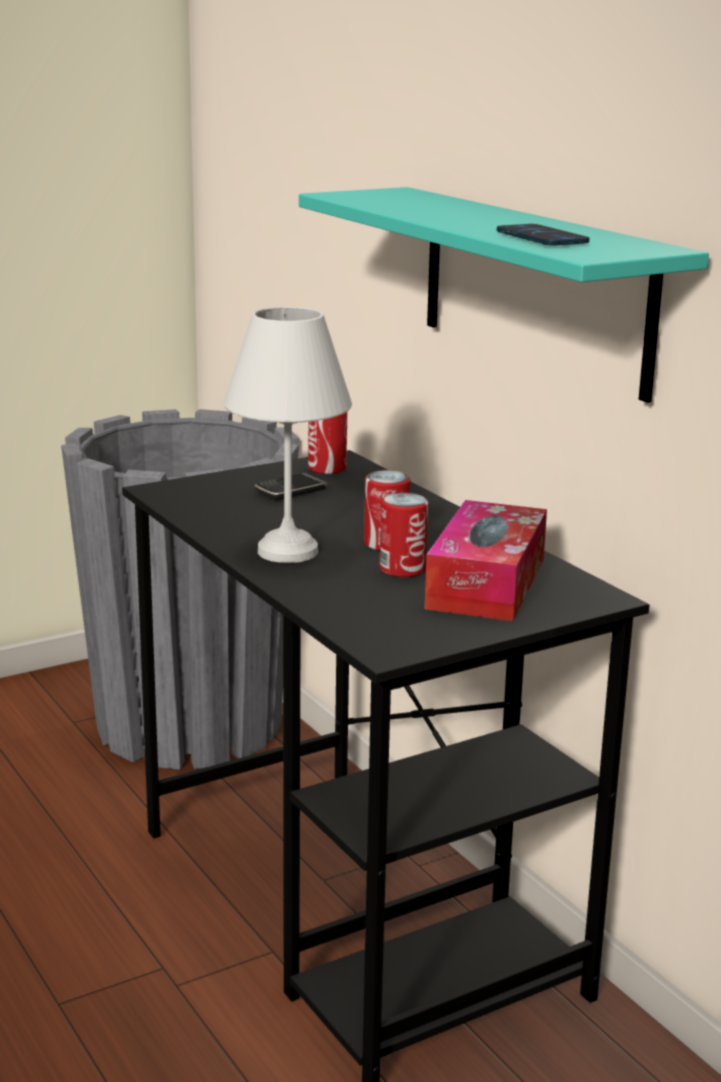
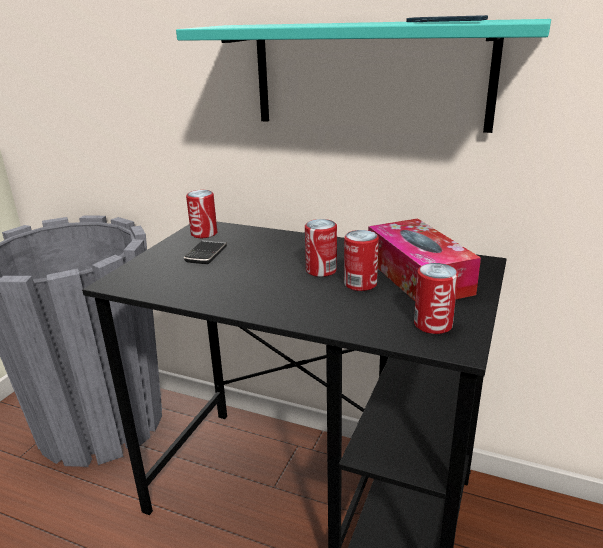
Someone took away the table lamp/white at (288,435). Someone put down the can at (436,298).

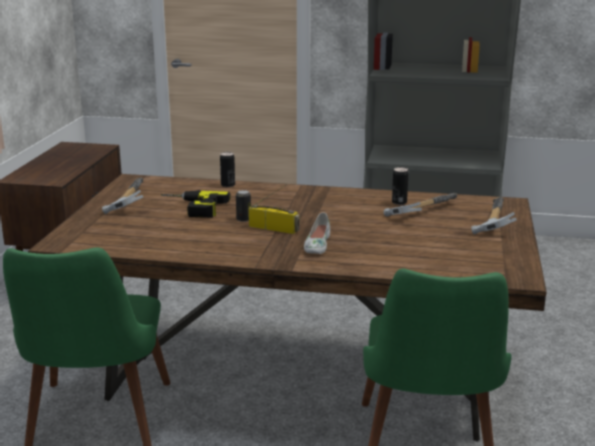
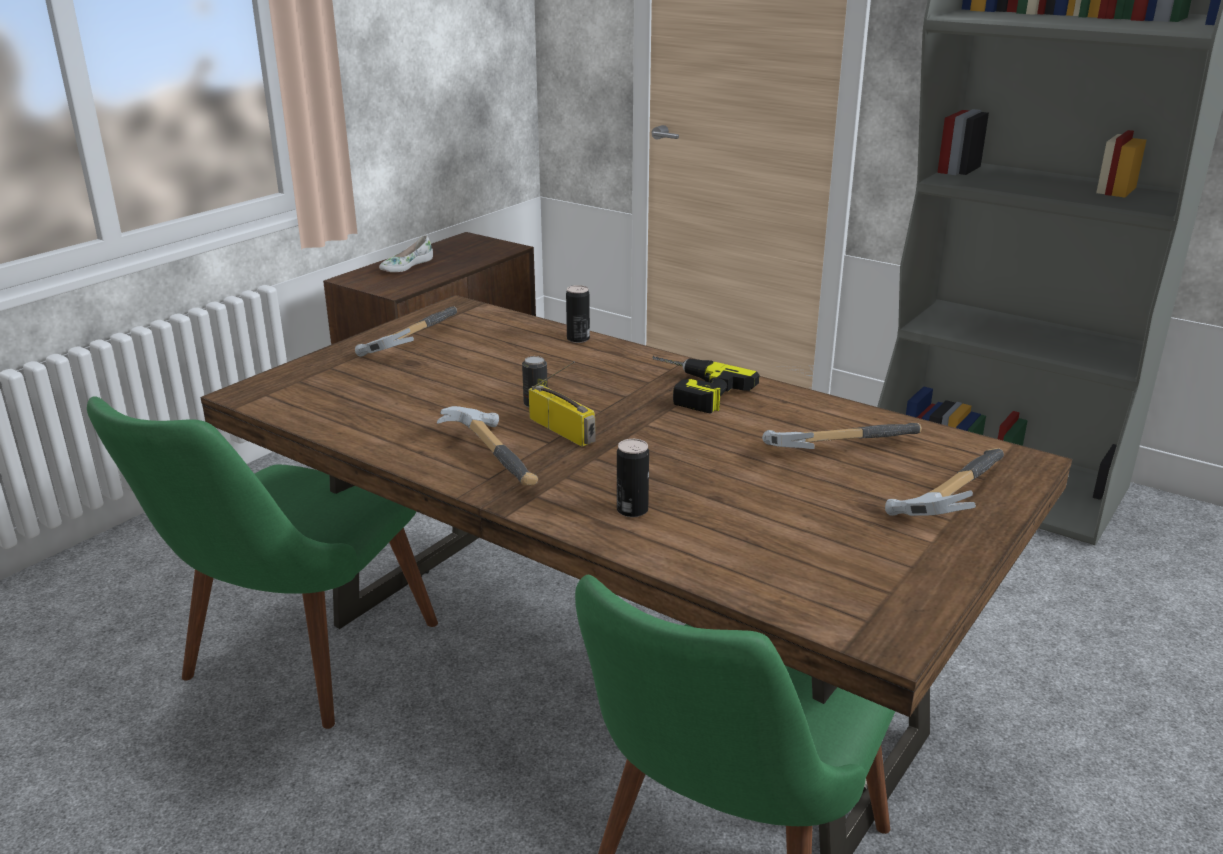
Someone put down the hammer at (487,446). Someone carried the power drill from (196,204) to (706,385). Someone carried the shoe/white from (317,233) to (406,253). Someone carried the can from (400,186) to (633,478).

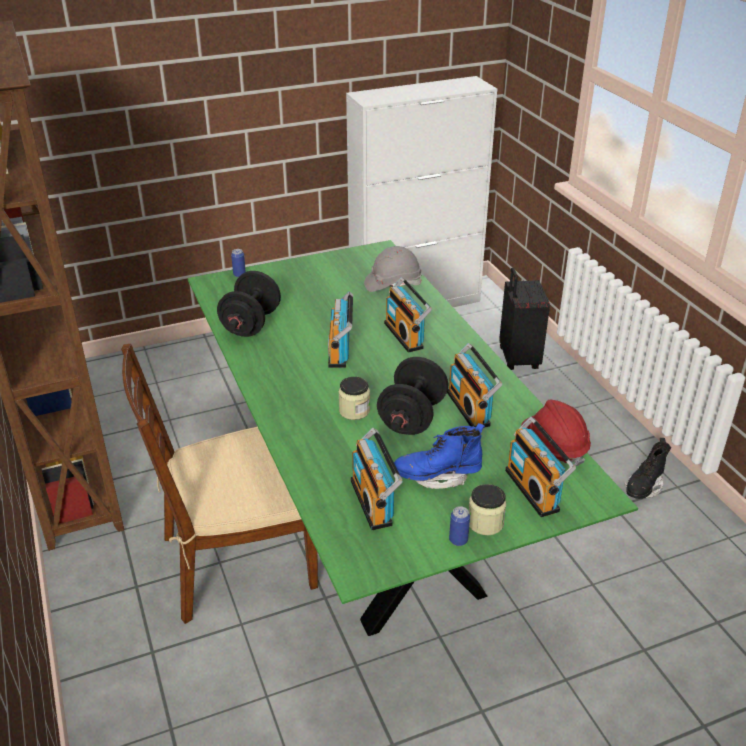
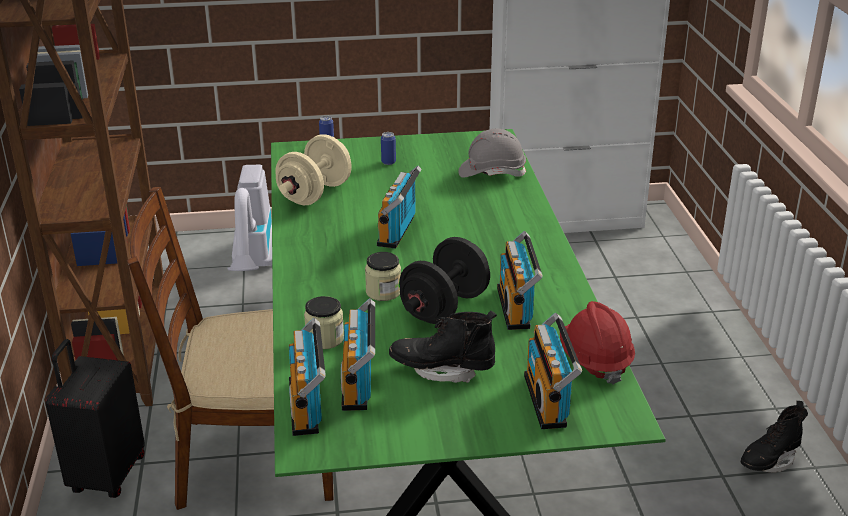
Someone put down the vacuum cleaner at (249,218). Someone carried the radio from (408,315) to (307,377). Someone carried the can from (459,526) to (388,148). Someone carried the jar from (487,509) to (324,322). Someone carried the suitcase/black from (524,319) to (95,418). Someone repainted the dumbbell/black at (249,304), which became the dumbbell/beige at (314,169). Someone repainted the boot/blue at (439,456), which became the boot/black at (443,347).

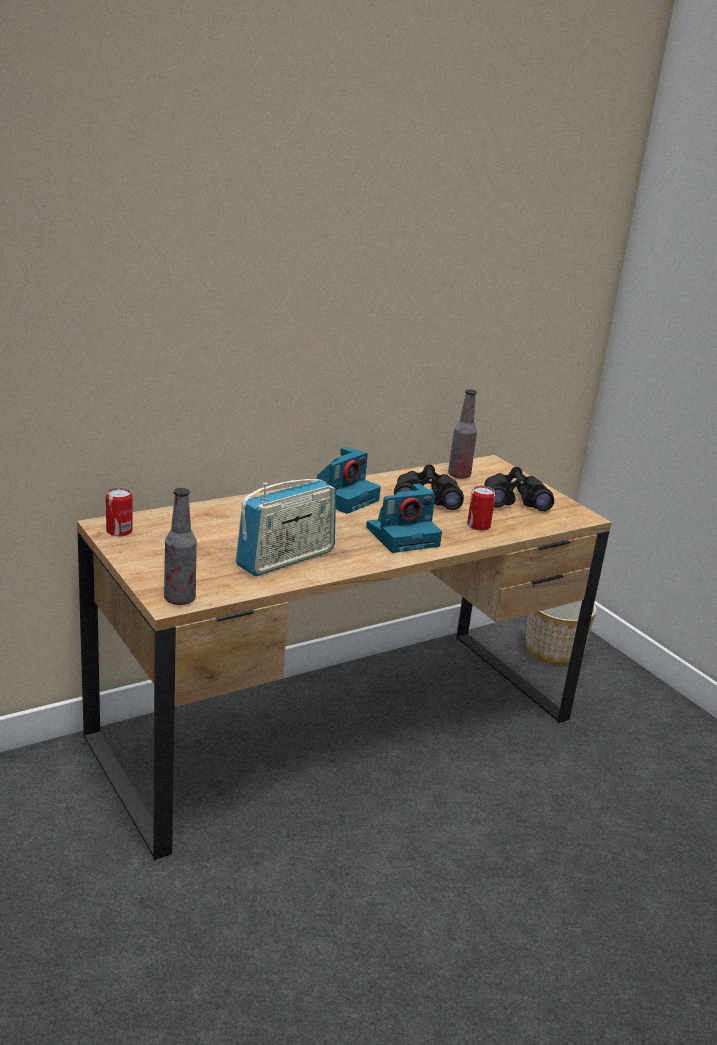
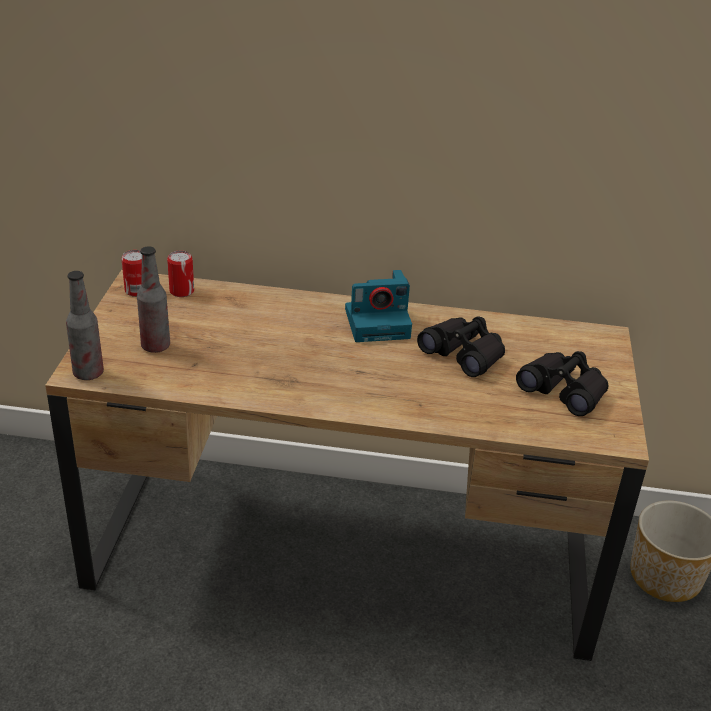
Someone took away the radio at (286,527). Someone took away the photo camera at (404,518). Someone carried the bottle from (462,434) to (153,299). Someone carried the can from (481,508) to (180,274).

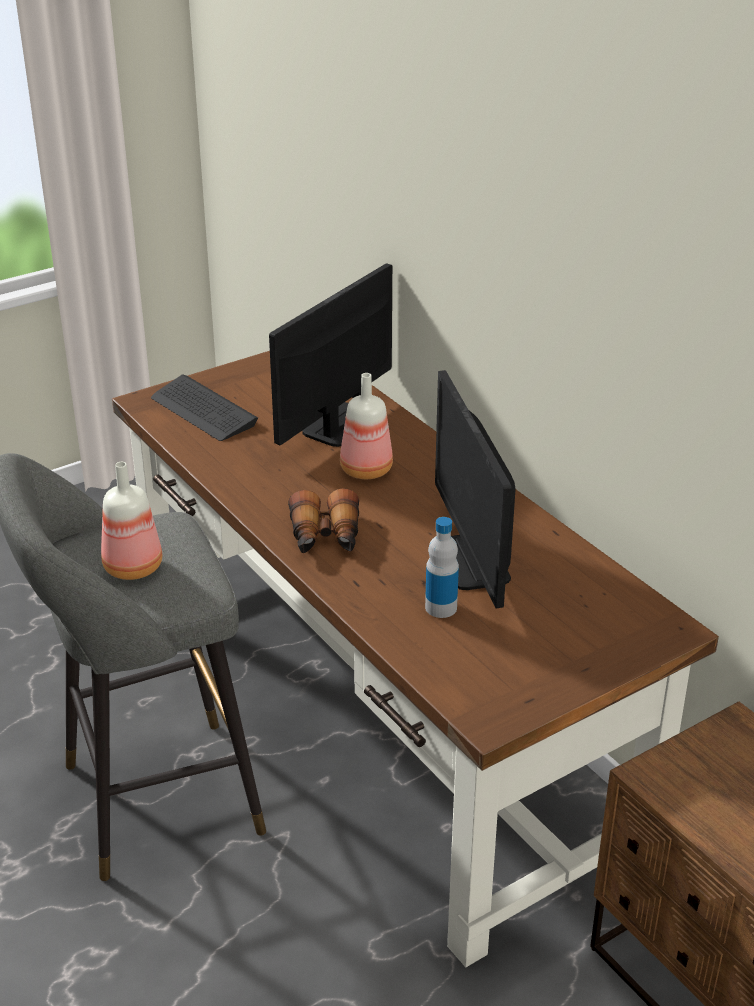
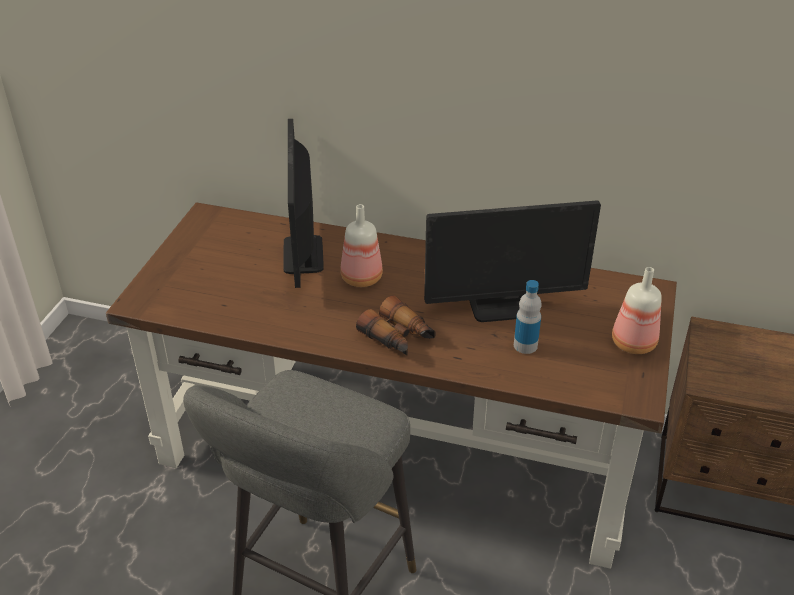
Someone took away the keyboard at (204,408). Someone carried the bottle from (131,521) to (637,310). Someone rotated the monitor at (475,489) by 45 degrees counterclockwise.

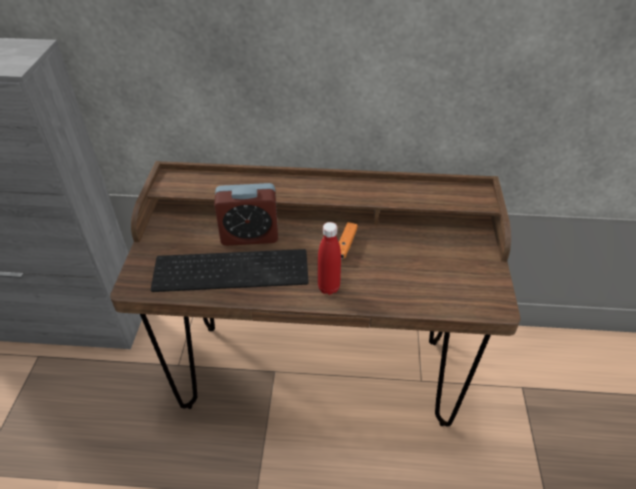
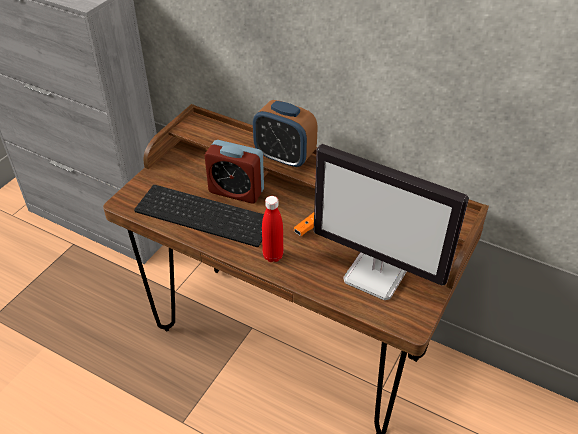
Someone put down the alarm clock at (285,134). Someone put down the monitor at (391,222).

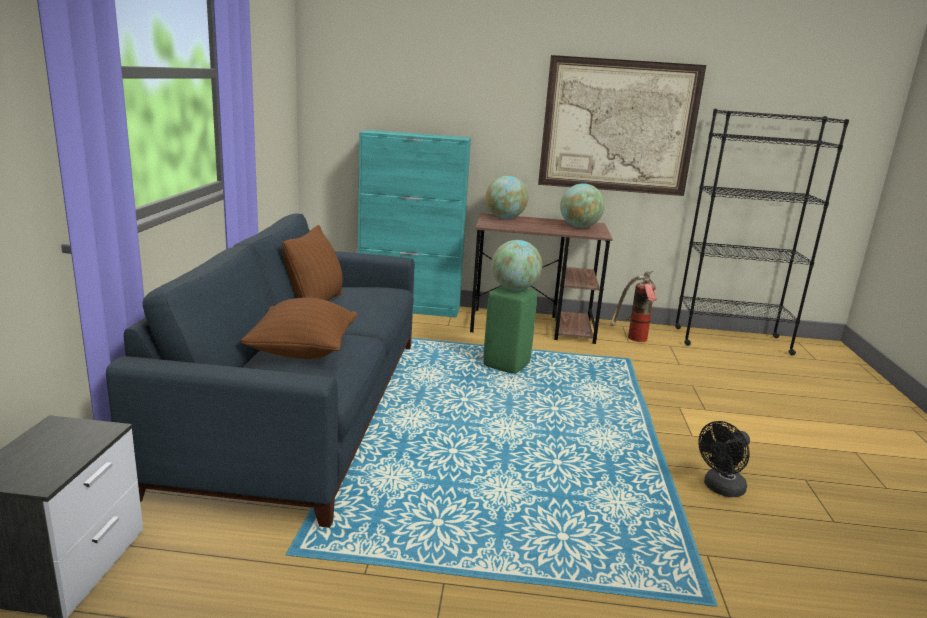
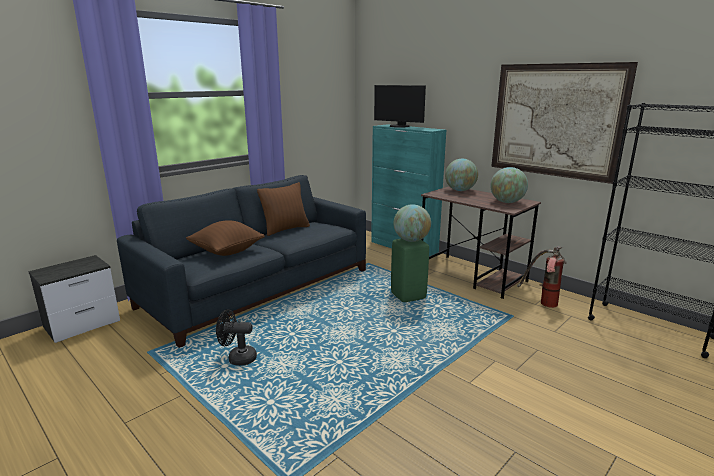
Someone put down the monitor at (400,106). Someone carried the fan/black from (724,459) to (236,337).

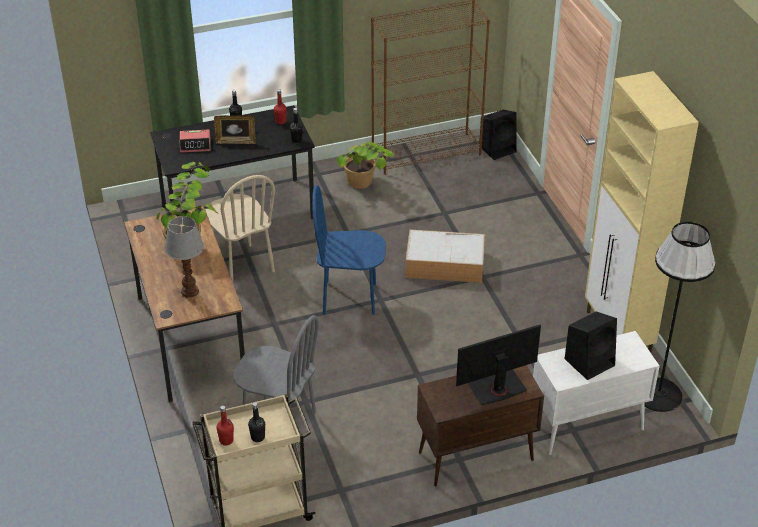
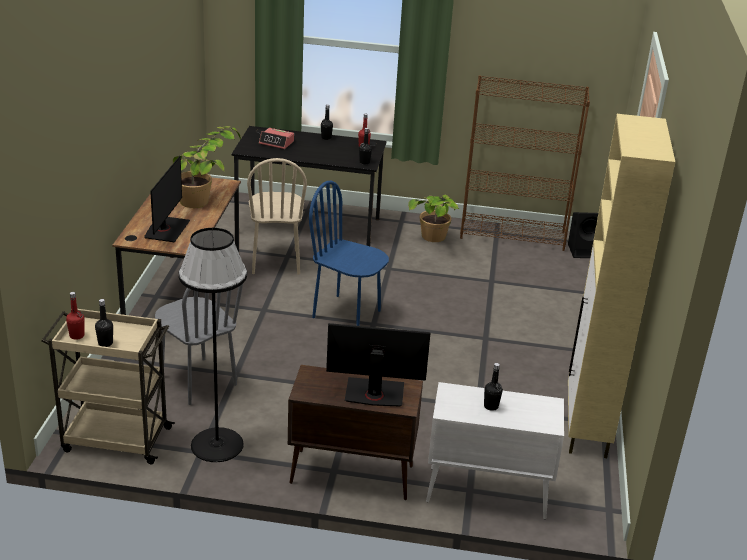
Someone took away the picture frame at (235,129). Someone took away the storage box at (445,256). Someone carried the floor lamp/black from (680,317) to (213,345). Someone swapped the table lamp at (184,257) for the monitor at (167,199). Someone swapped the speaker/black at (591,346) for the bottle/black at (493,387).

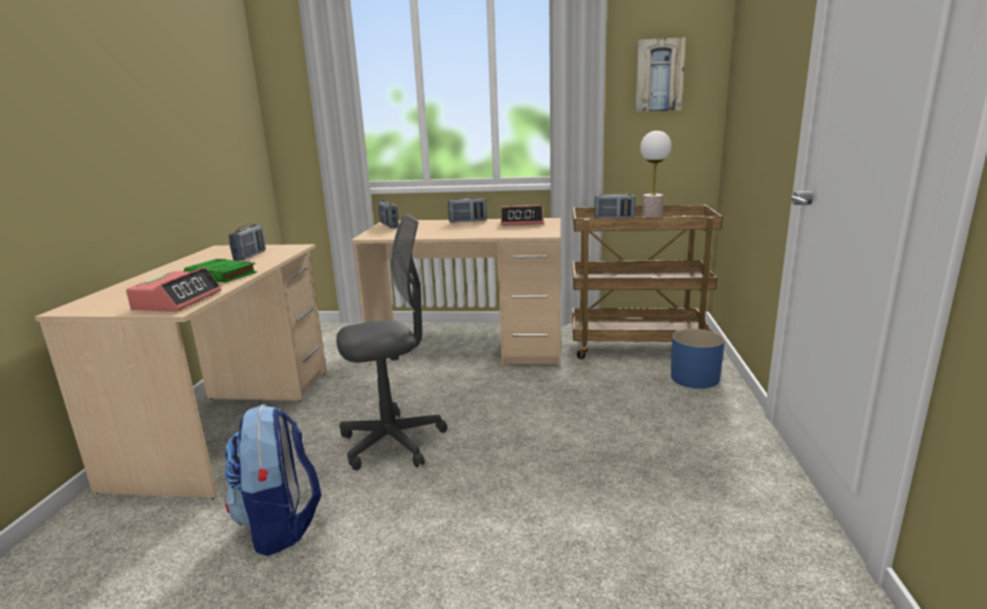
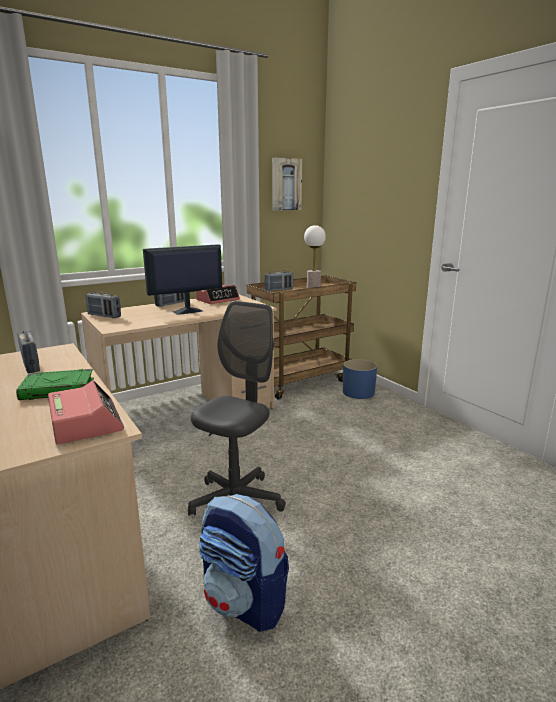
Someone put down the monitor at (182,279).

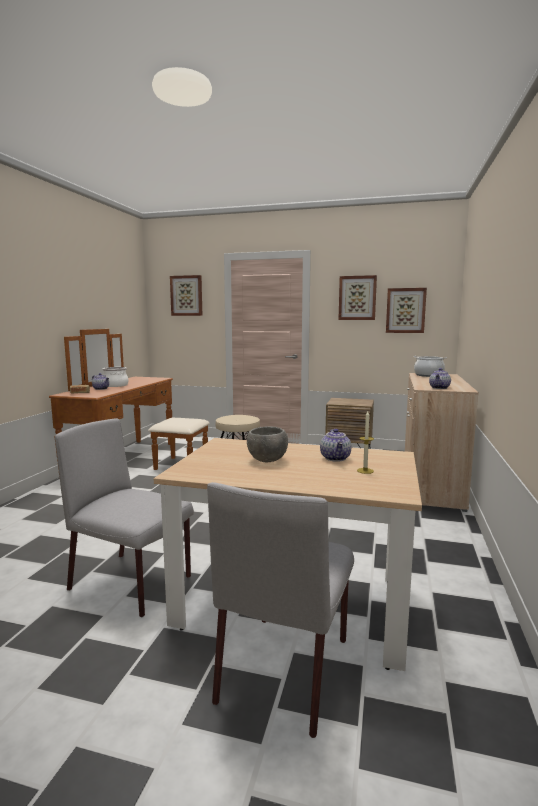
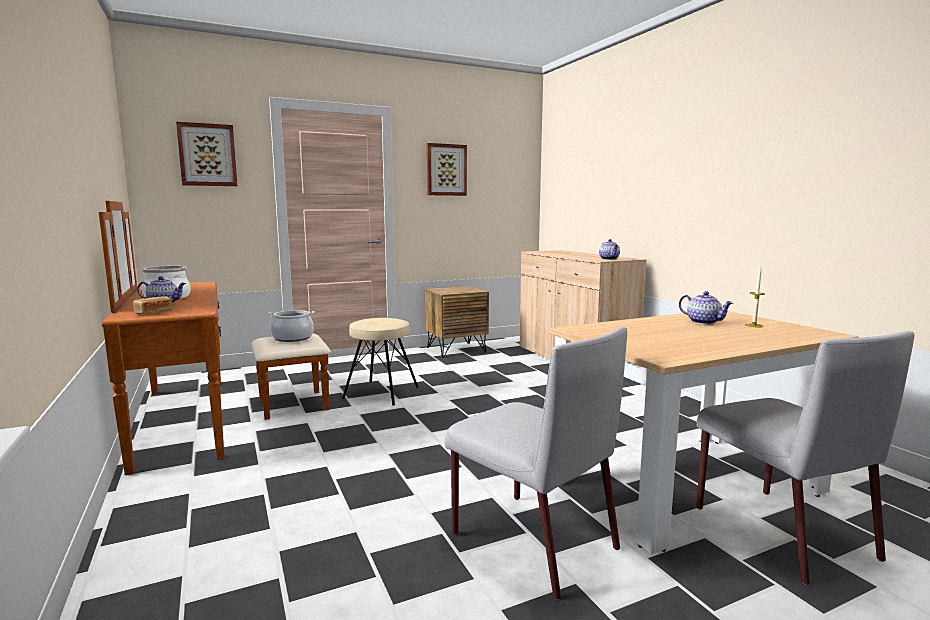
Someone took away the bowl/grey at (267,444). Someone took away the picture at (406,310). Someone carried the cooking pot from (430,366) to (291,326). Someone rotated the chair/grey at (124,517) by 120 degrees counterclockwise.

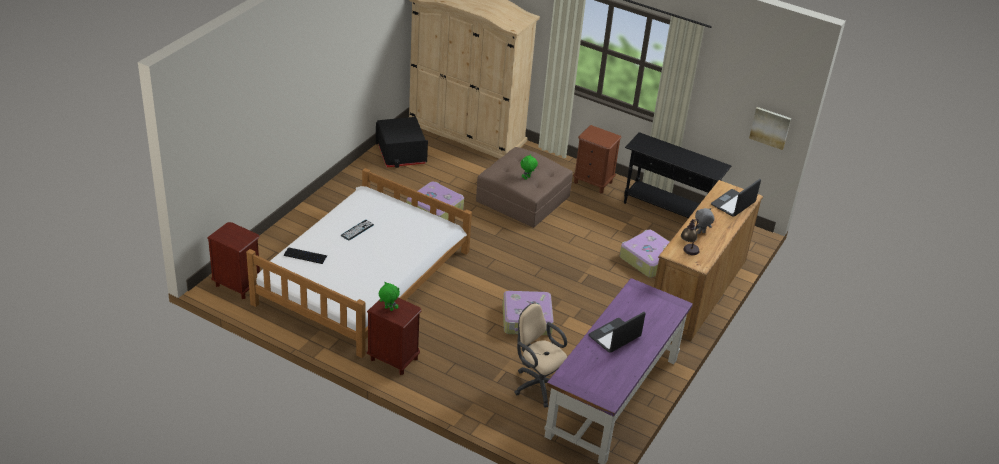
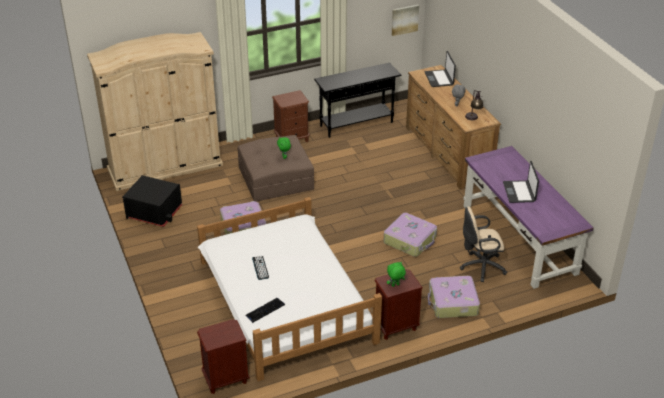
Someone carried the suitcase from (644,254) to (454,297).

